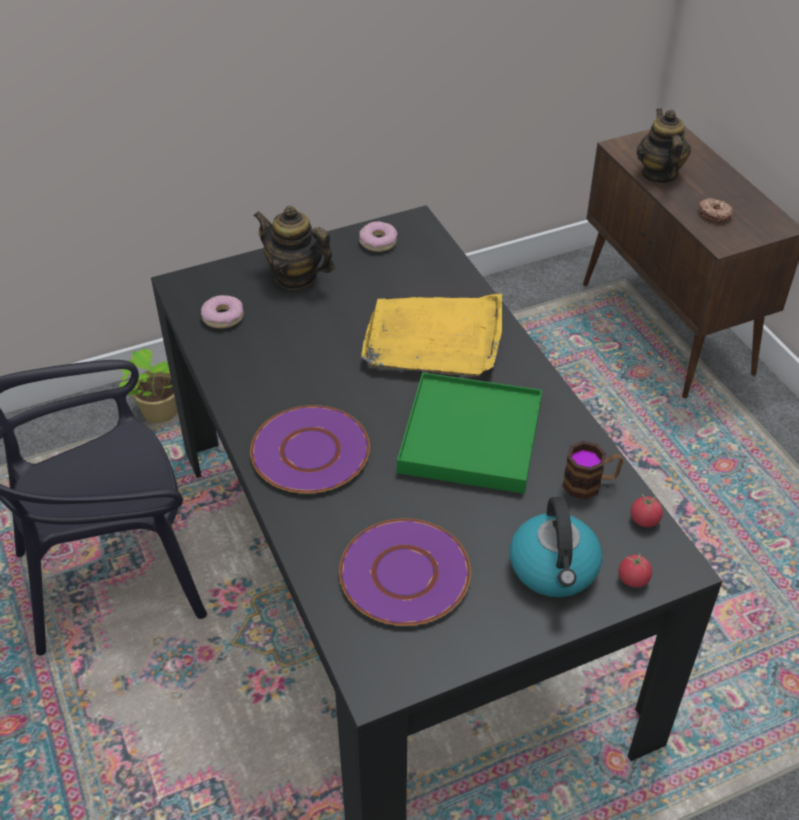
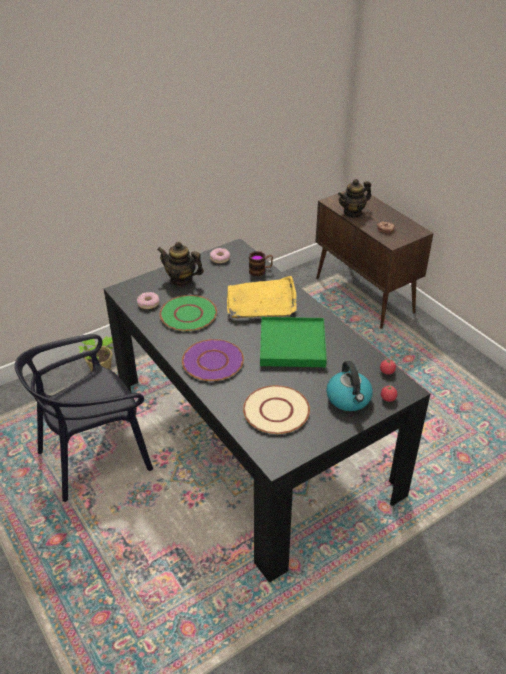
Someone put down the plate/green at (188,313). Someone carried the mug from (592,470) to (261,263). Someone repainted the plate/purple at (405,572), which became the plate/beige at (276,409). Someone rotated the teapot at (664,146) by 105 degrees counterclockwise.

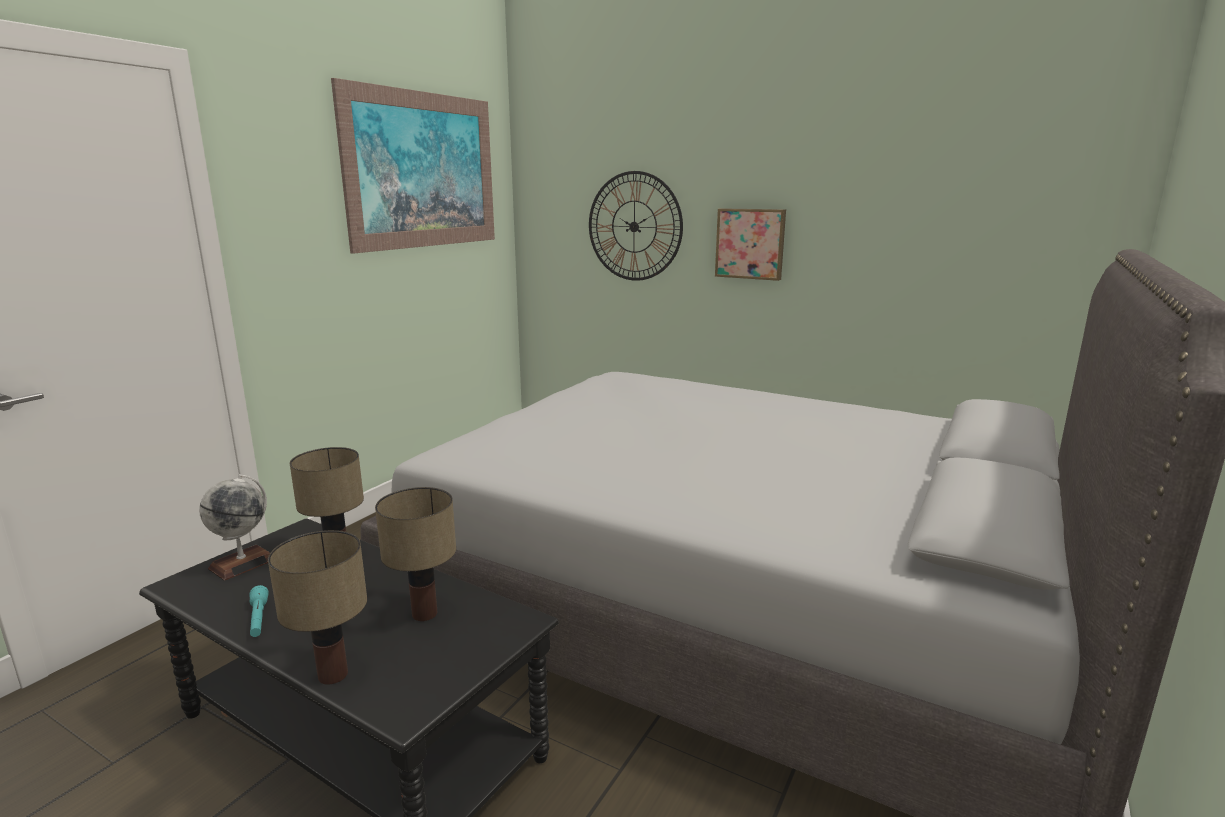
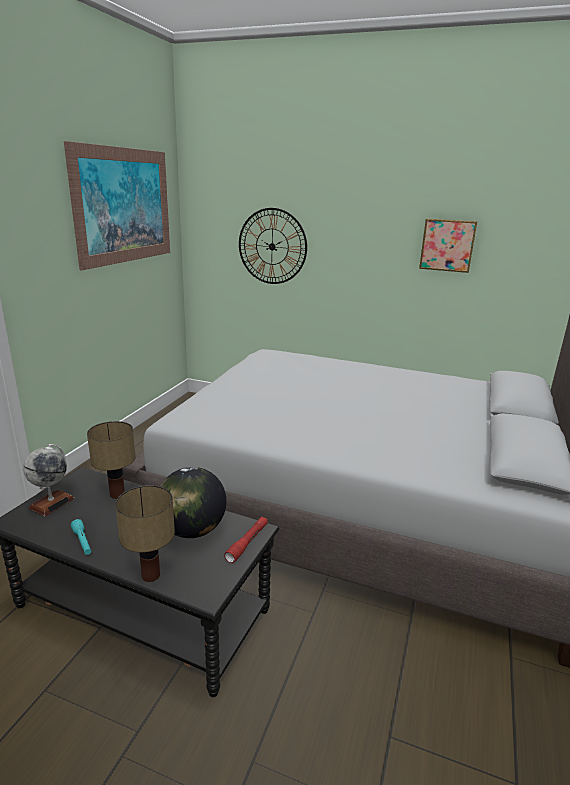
Someone put down the flashlight/red at (246,540). Someone carried the picture from (750,244) to (448,246). Someone swapped the table lamp at (415,554) for the globe at (193,502).

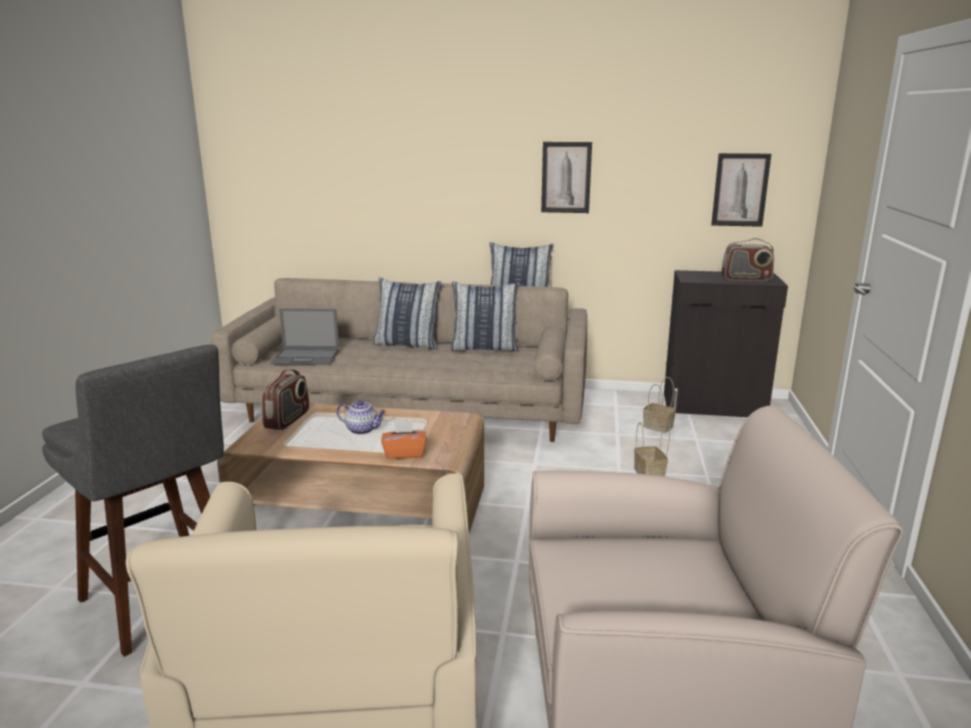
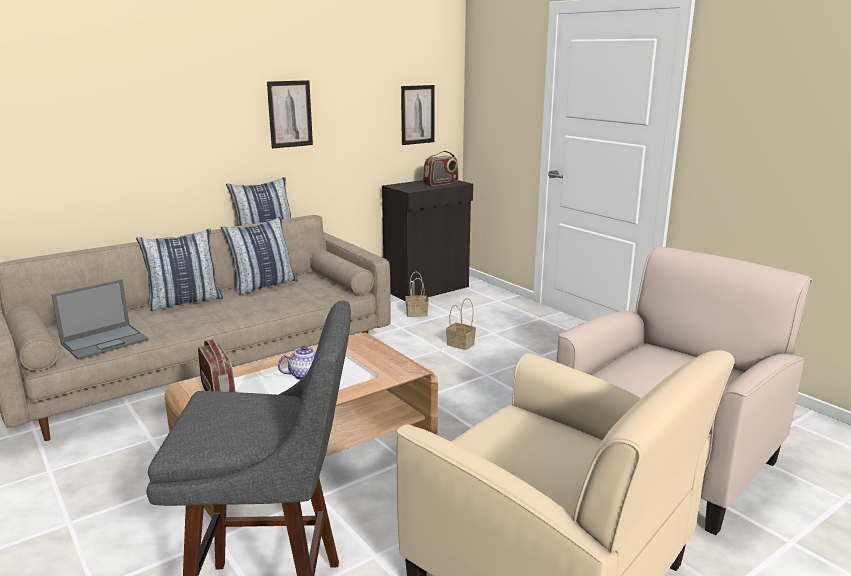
Someone took away the tissue box/orange at (404,439).

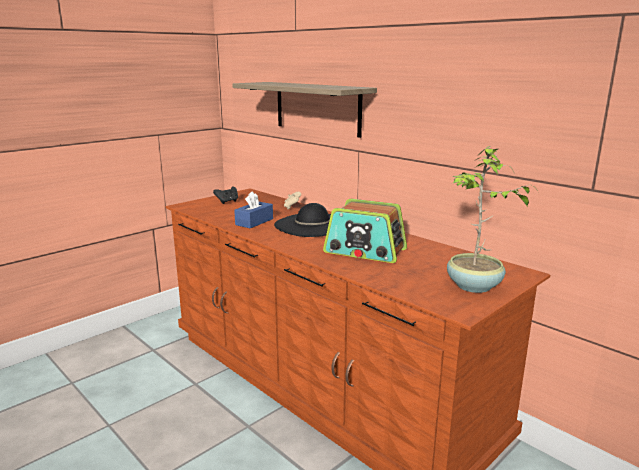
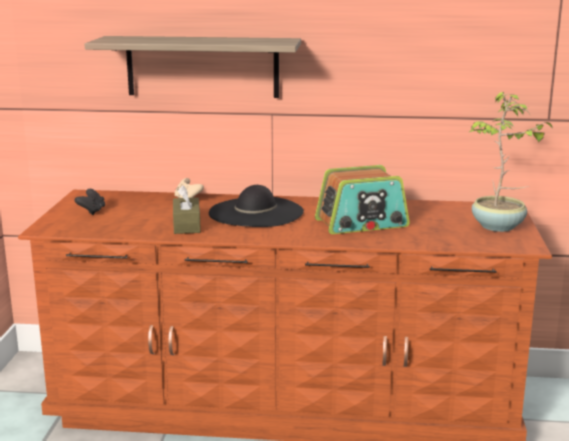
Someone repainted the tissue box/blue at (253,209), which became the tissue box/brown at (187,209).

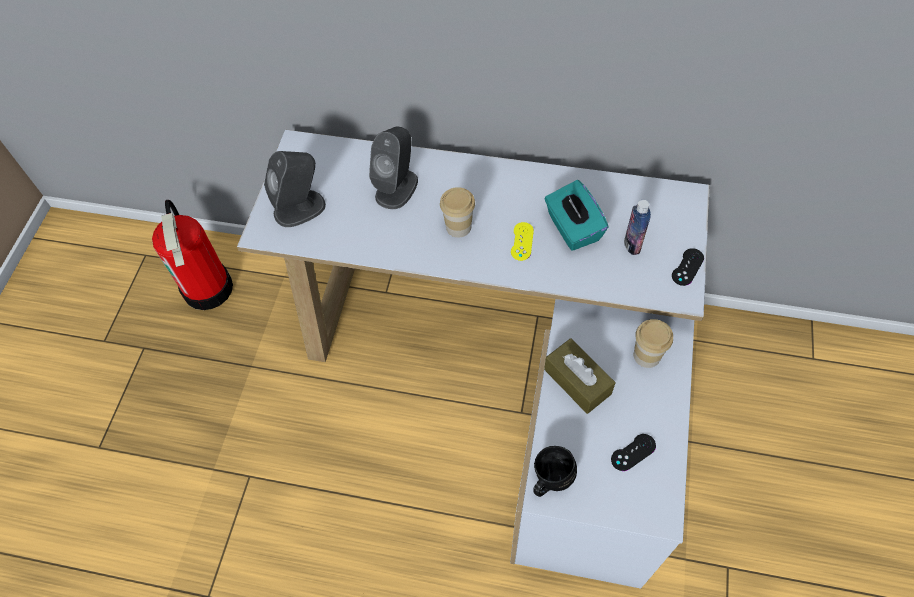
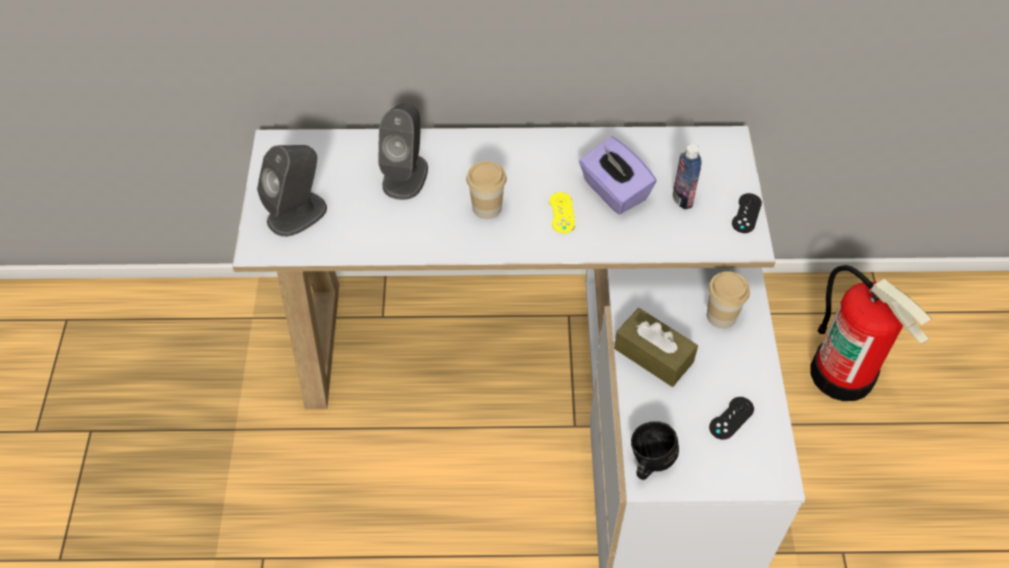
Someone carried the fire extinguisher from (192,255) to (870,333). Someone repainted the tissue box/turquoise at (577,215), which became the tissue box/purple at (618,175).

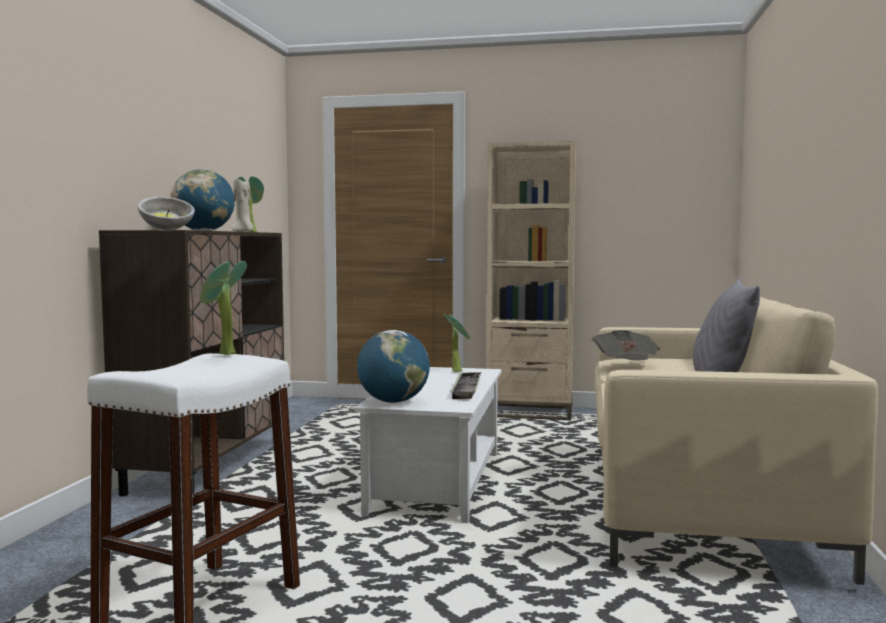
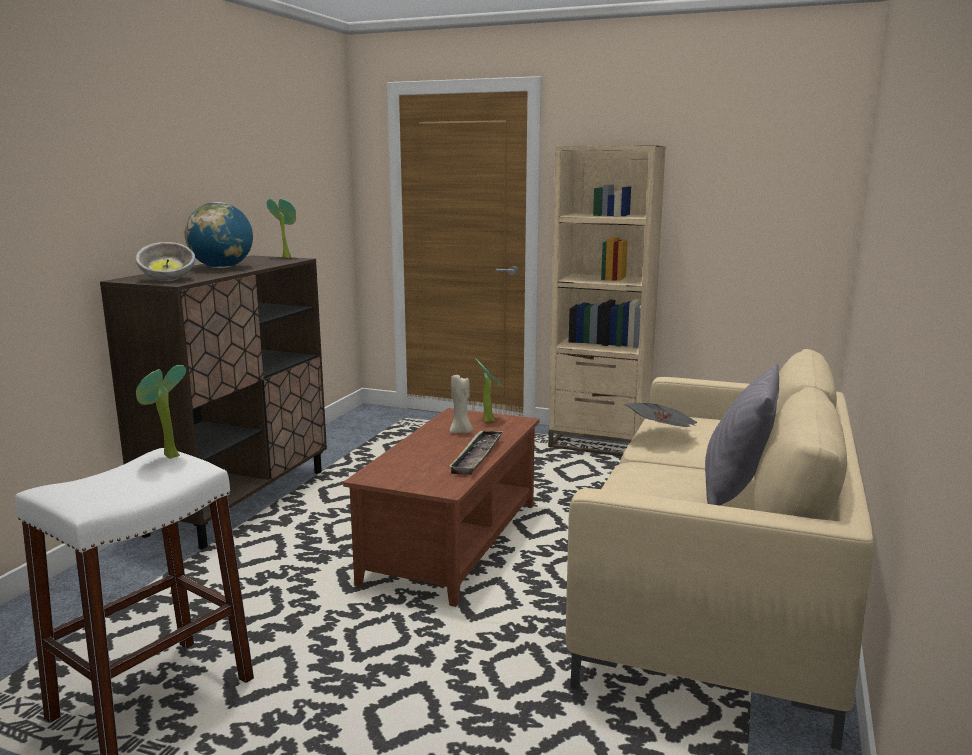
Someone took away the globe at (393,366). Someone carried the candle/beige from (242,205) to (461,404). Someone repainted the coffee table/white at (427,445), which became the coffee table/brown at (441,507).

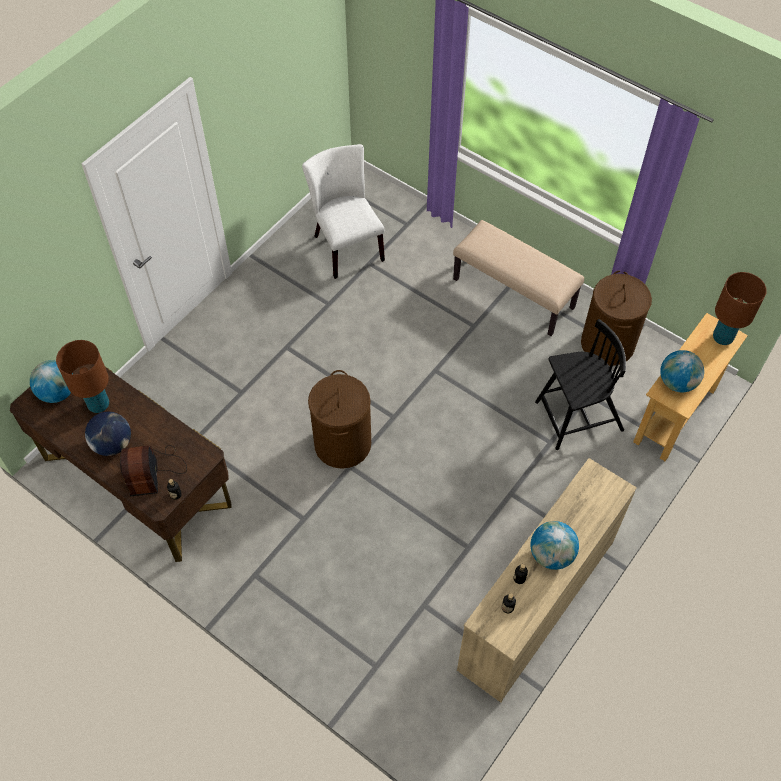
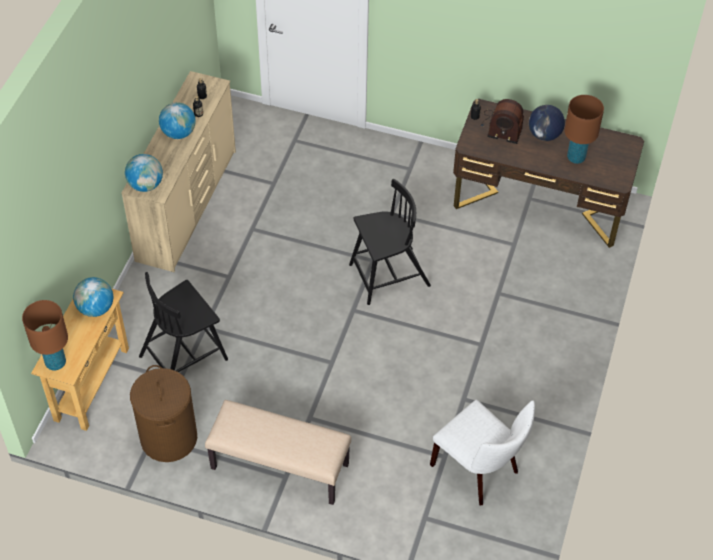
Someone carried the globe from (51,381) to (144,173). Someone swapped the laundry basket/brown at (339,419) for the chair/black at (390,242). Someone rotated the radio at (153,471) by 135 degrees clockwise.

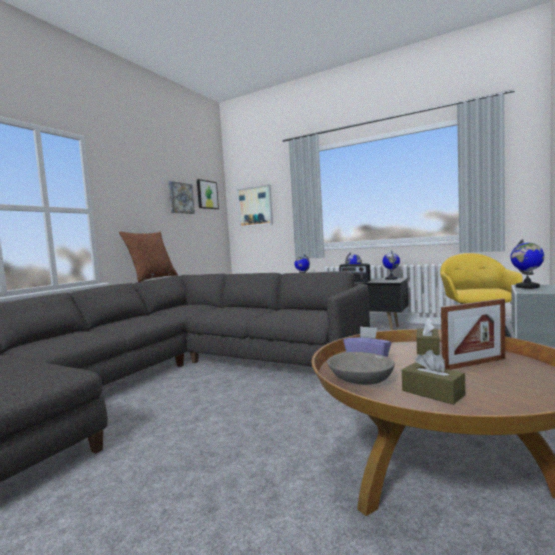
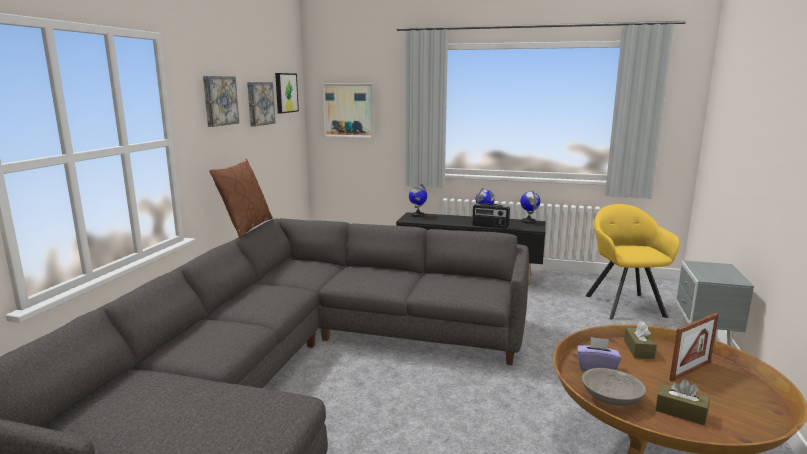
Someone took away the globe at (527,263). Someone put up the picture at (221,101).

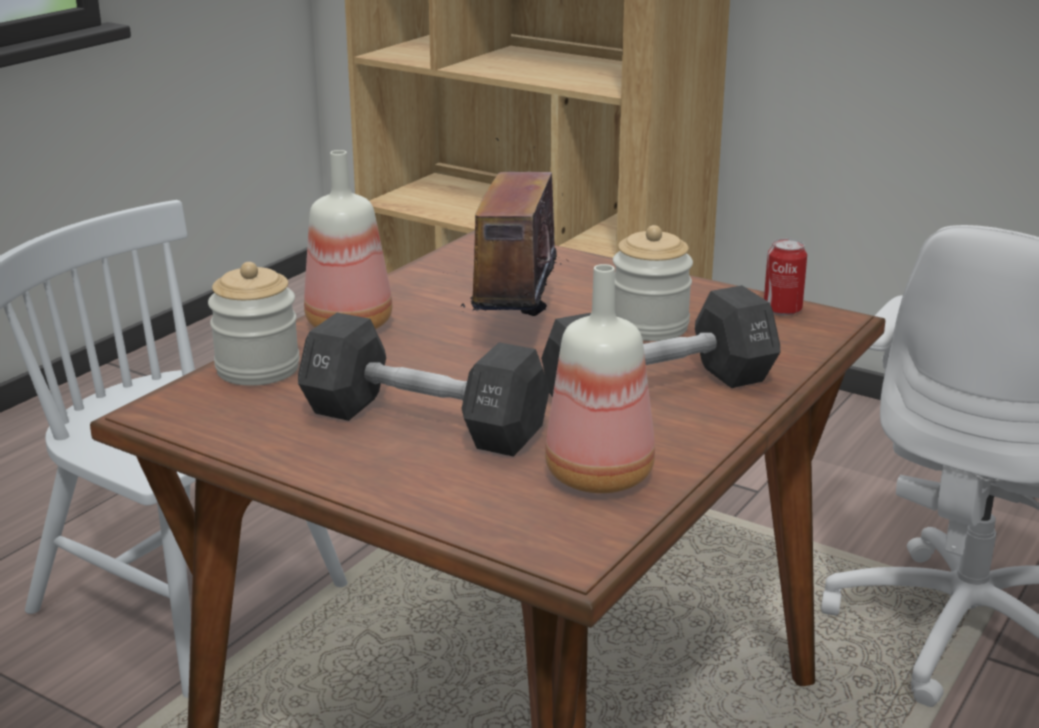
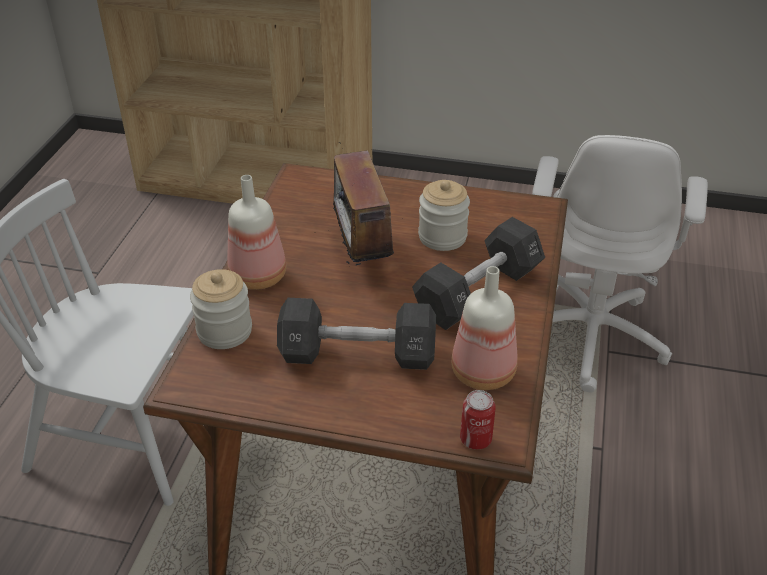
Someone carried the can from (785,277) to (478,420).

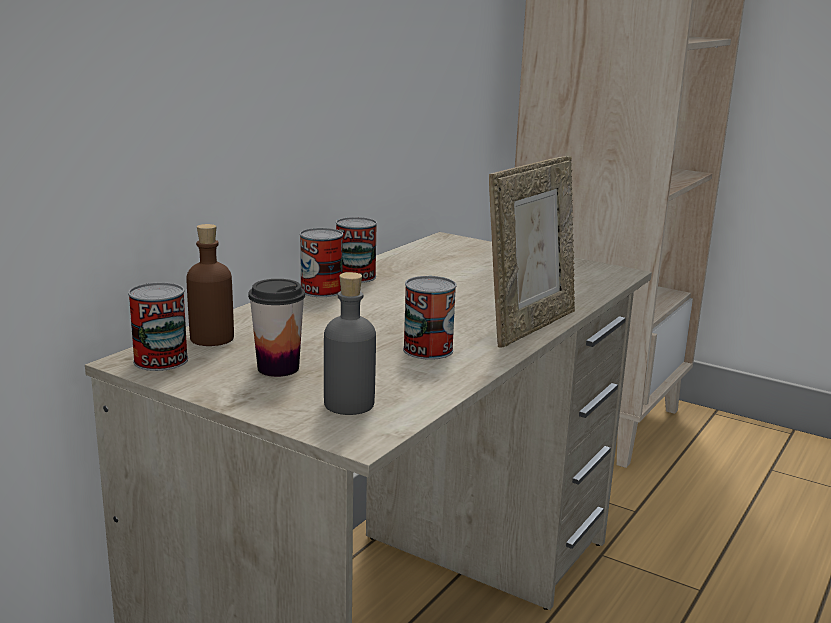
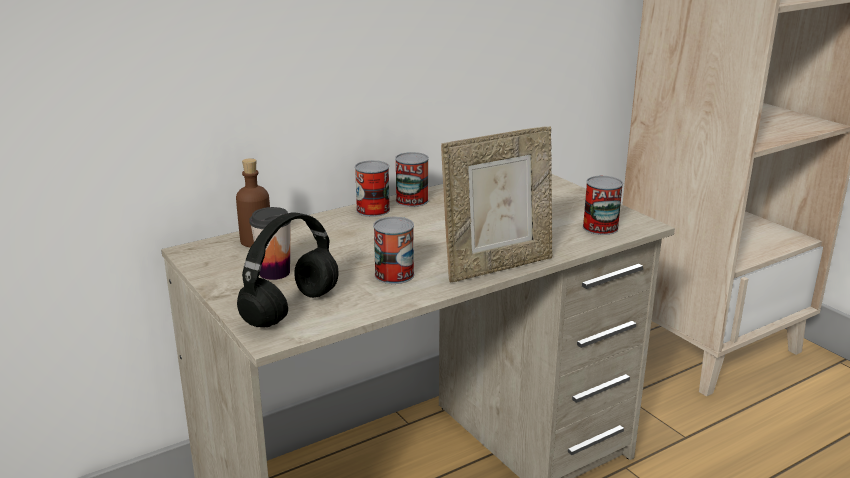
Someone carried the can from (158,326) to (603,205). Someone swapped the bottle/grey at (350,343) for the headphones/black at (288,269).

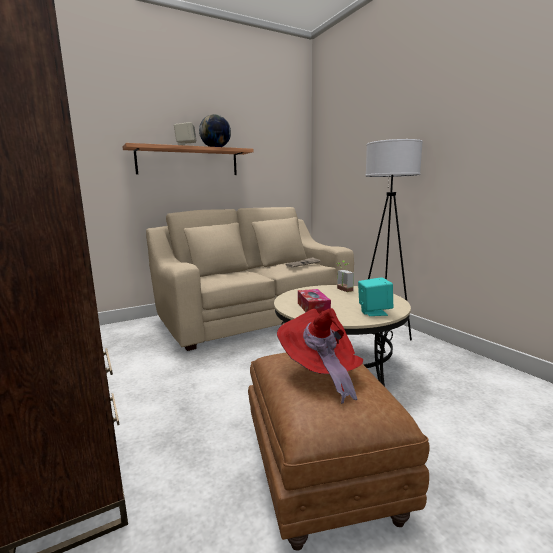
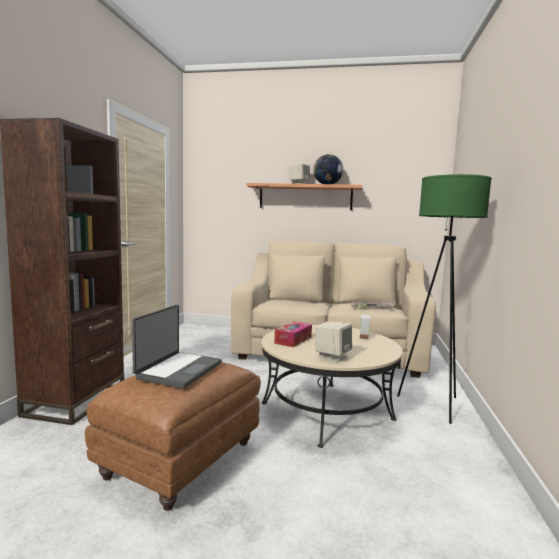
Someone swapped the hat/red at (320,356) for the laptop at (177,347). Someone repainted the speaker/turquoise at (375,296), which became the speaker/beige at (333,342). Someone repainted the floor lamp/white at (394,239), which became the floor lamp/green at (444,299).

